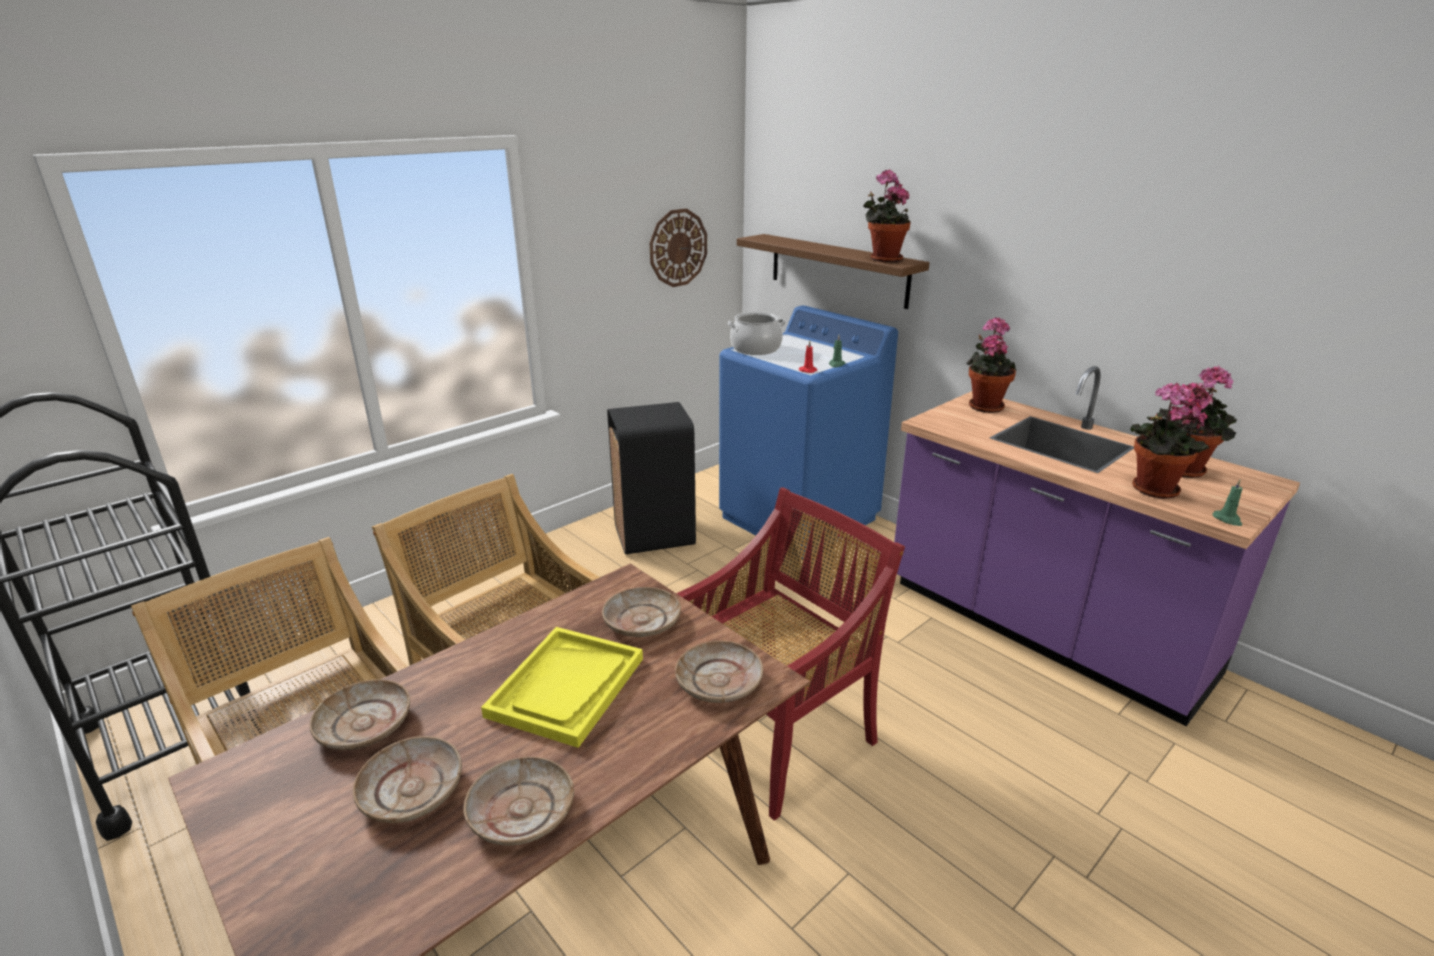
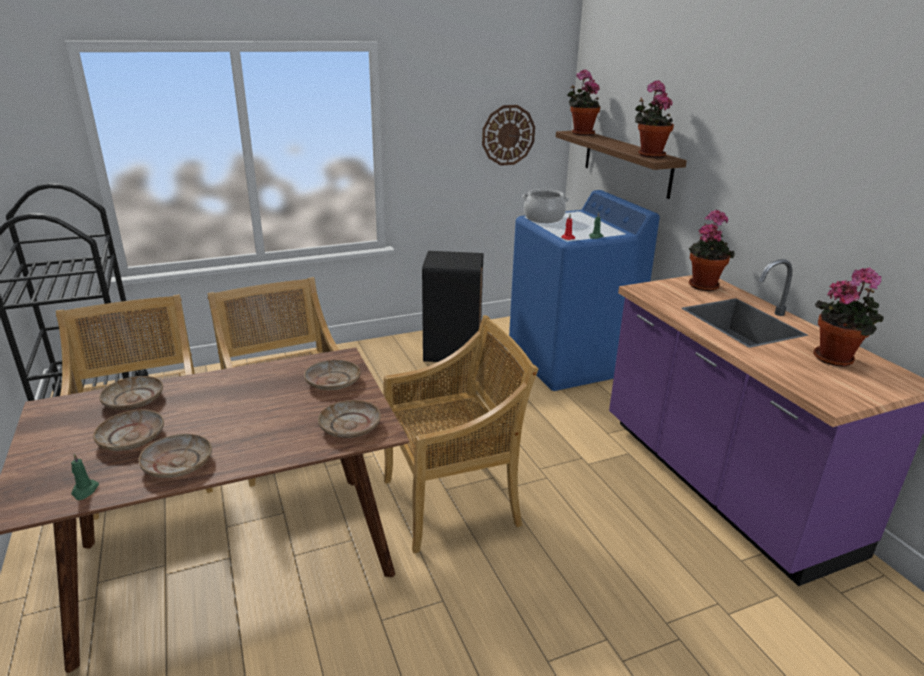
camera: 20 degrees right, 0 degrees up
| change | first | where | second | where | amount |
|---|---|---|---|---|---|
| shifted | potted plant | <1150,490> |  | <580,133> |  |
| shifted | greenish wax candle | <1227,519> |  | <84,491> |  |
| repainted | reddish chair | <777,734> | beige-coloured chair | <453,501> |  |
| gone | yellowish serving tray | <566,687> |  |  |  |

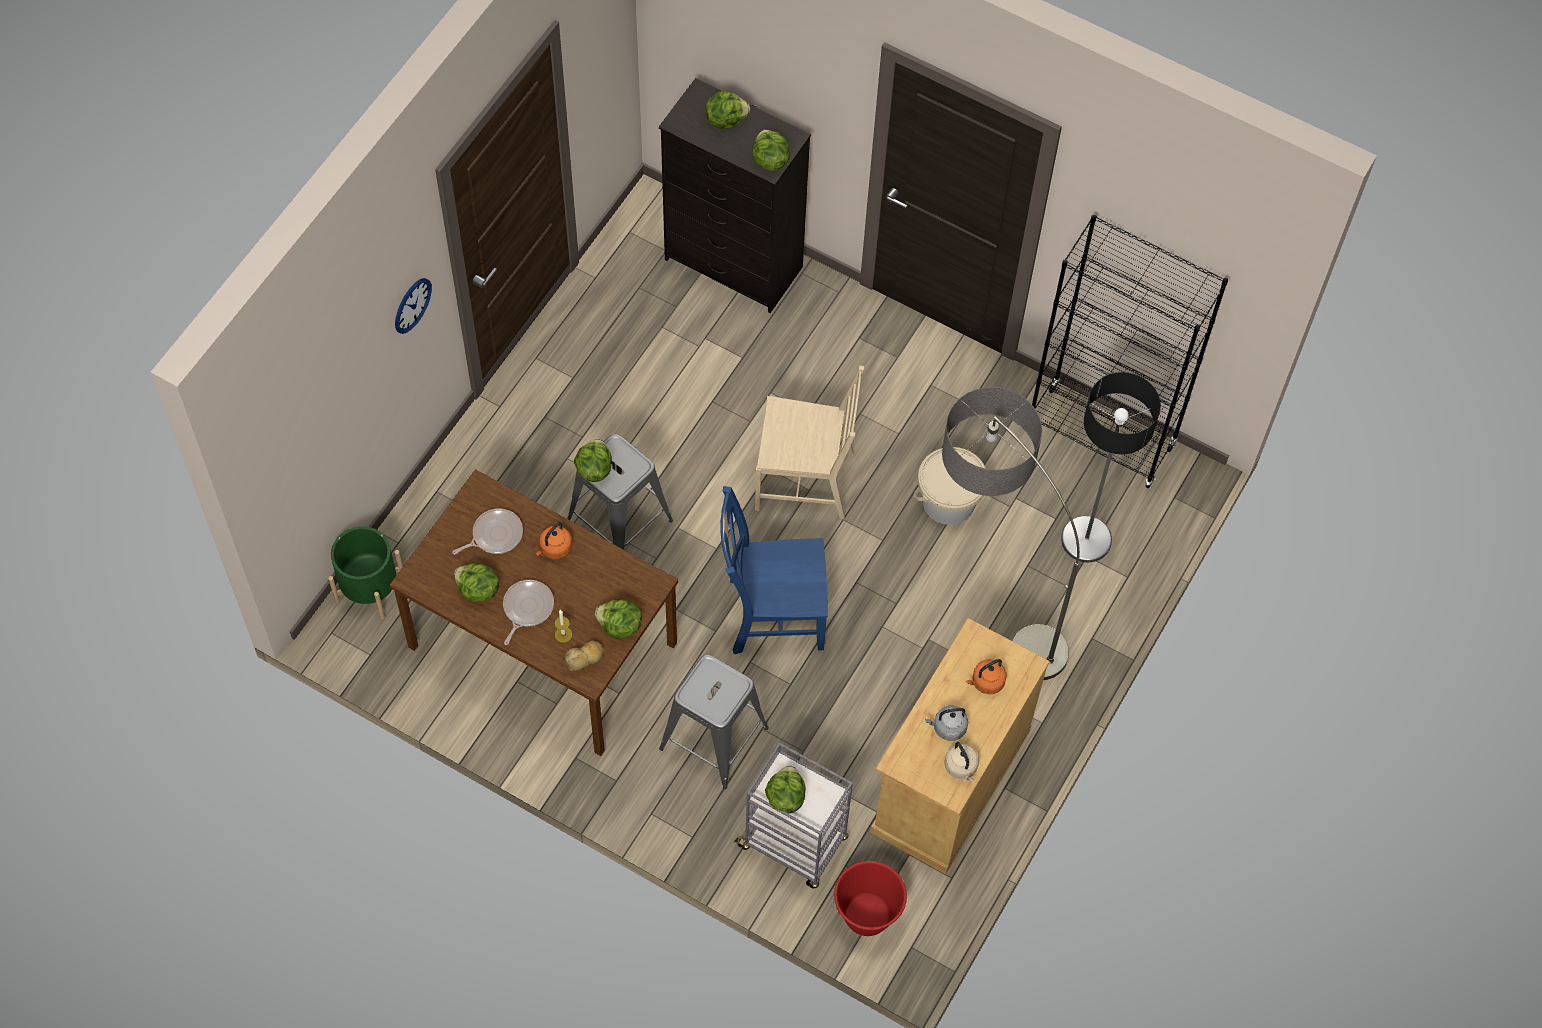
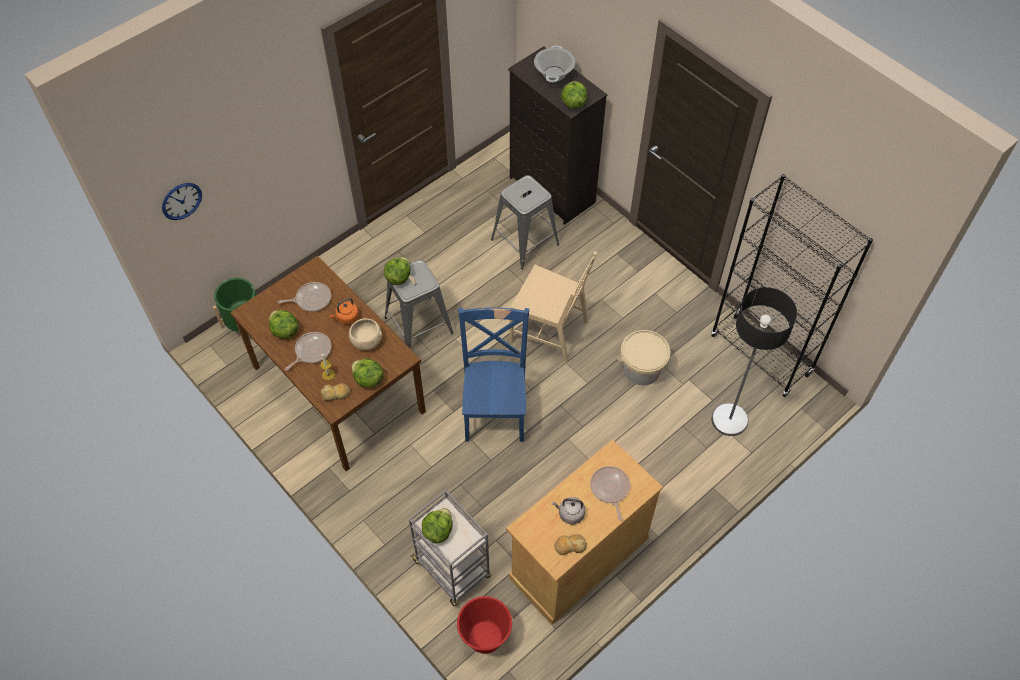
camera: 20 degrees right, 5 degrees down
| change | first | where | second | where | amount |
|---|---|---|---|---|---|
| swapped | lettuce | <726,119> | saucepot | <553,73> |  |
| shifted | hanging clock | <412,305> |  | <181,201> |  |
| gone | standard lamp | <988,606> |  |  |  |
| rotated | blue chair | <771,614> |  | <495,410> | 75 degrees clockwise |
| shifted | greyish stool | <713,737> |  | <525,242> |  |
| swapped | orange-coloured tea kettle | <986,682> | frying pan | <610,489> |  |
| swapped | beige-coloured tea kettle | <961,767> | bakery bread | <569,546> |  |
| new |  |  | beige-coloured serving bowl | <366,341> |  |

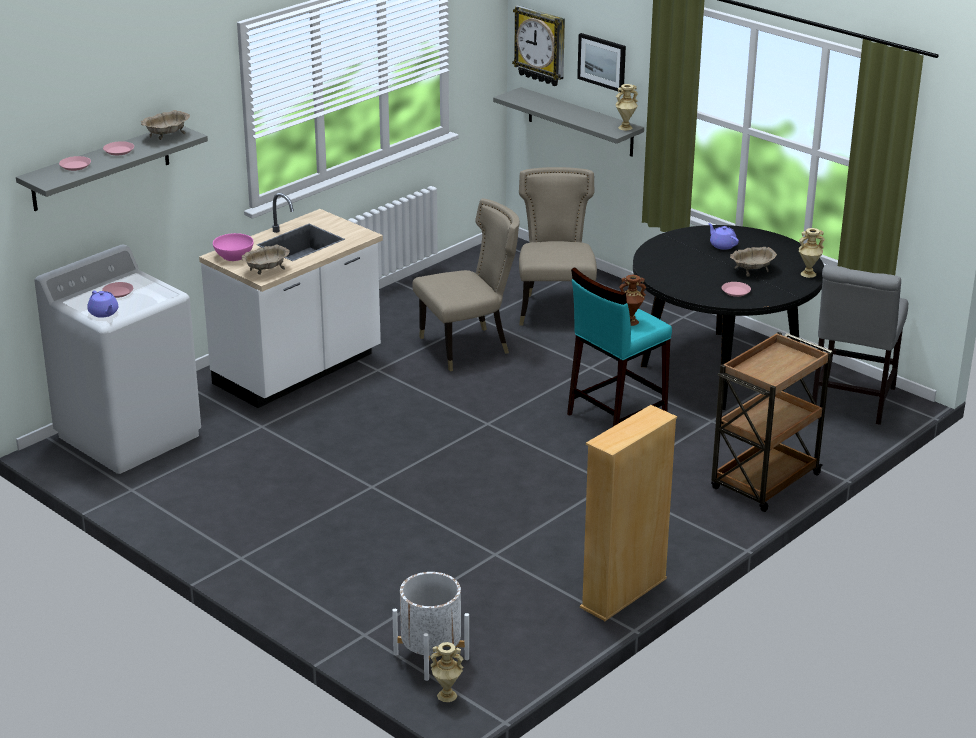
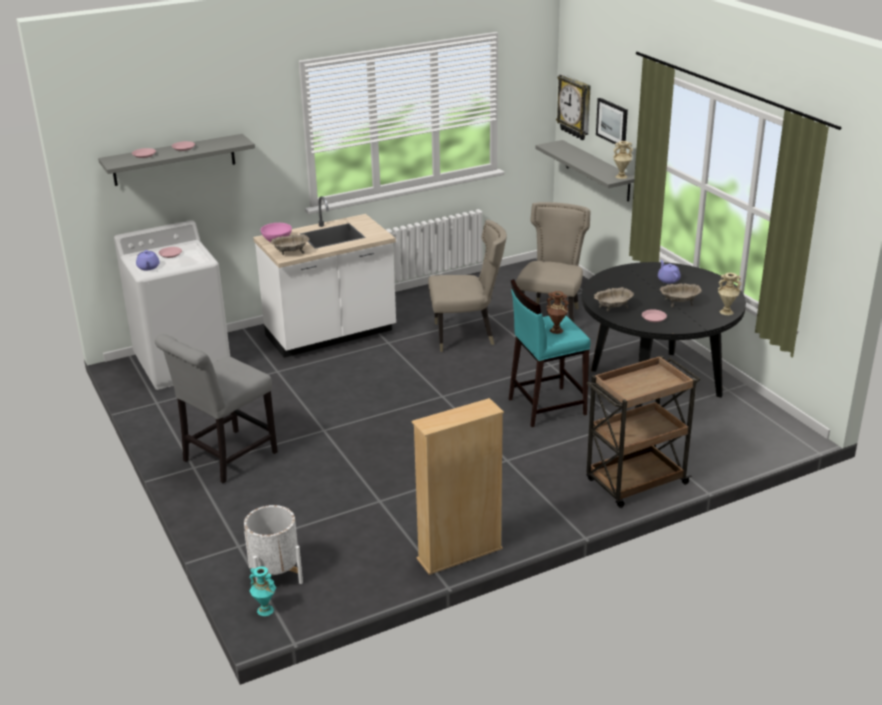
camera: 20 degrees right, 0 degrees up
| change | first | where | second | where | amount |
|---|---|---|---|---|---|
| shifted | beige-coloured serving bowl | <166,136> |  | <612,308> |  |
| shifted | greyish chair | <851,402> |  | <226,459> |  |
| repainted | beige-coloured decorative vase | <446,696> | blue-green decorative vase | <265,610> |  |

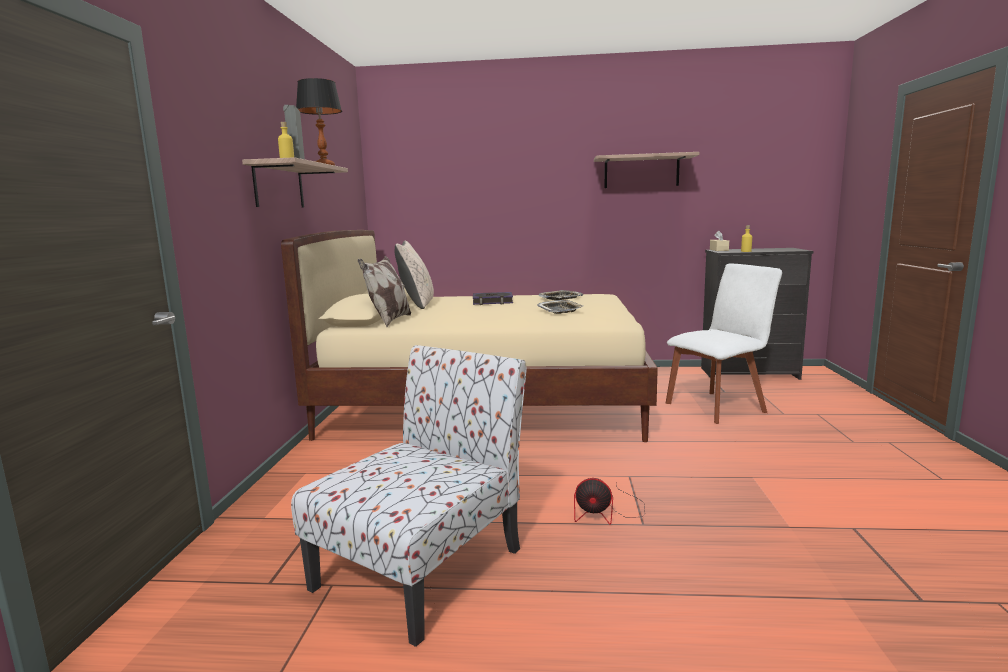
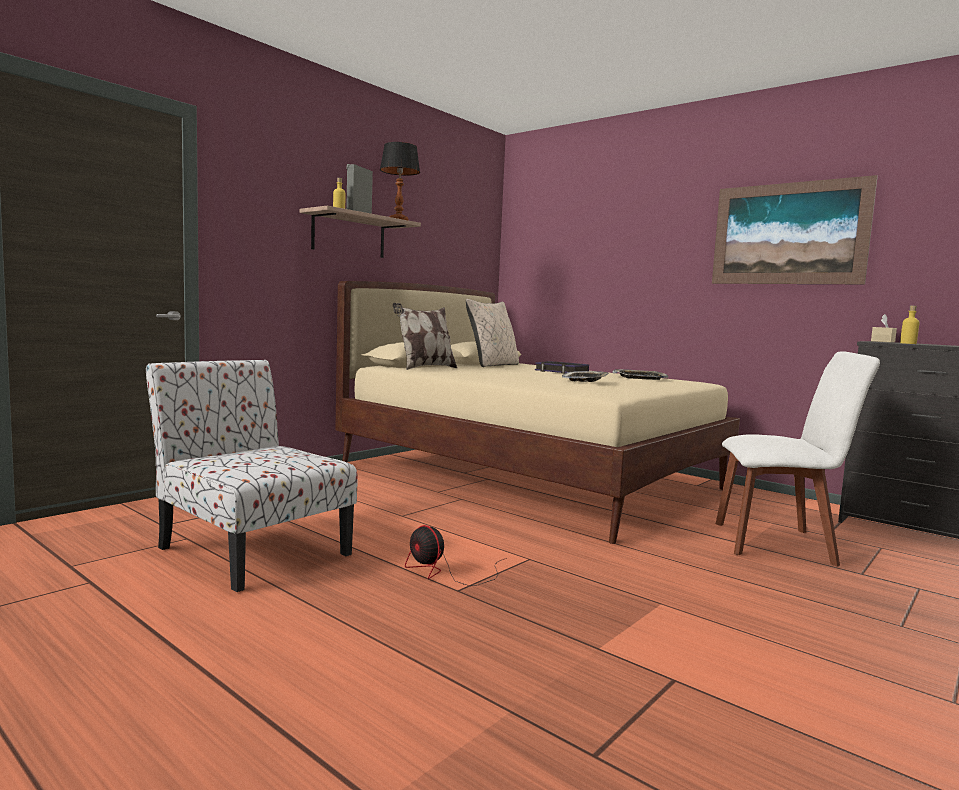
camera: 35 degrees right, 5 degrees down
| change | first | where | second | where | amount |
|---|---|---|---|---|---|
| swapped | shelf | <641,171> | wall picture | <788,234> |  |
| rotated | chair | <423,566> |  | <251,550> | 120 degrees counterclockwise |

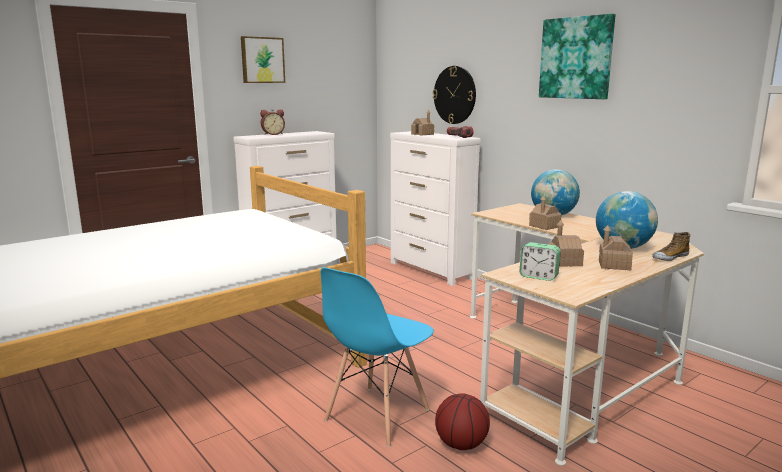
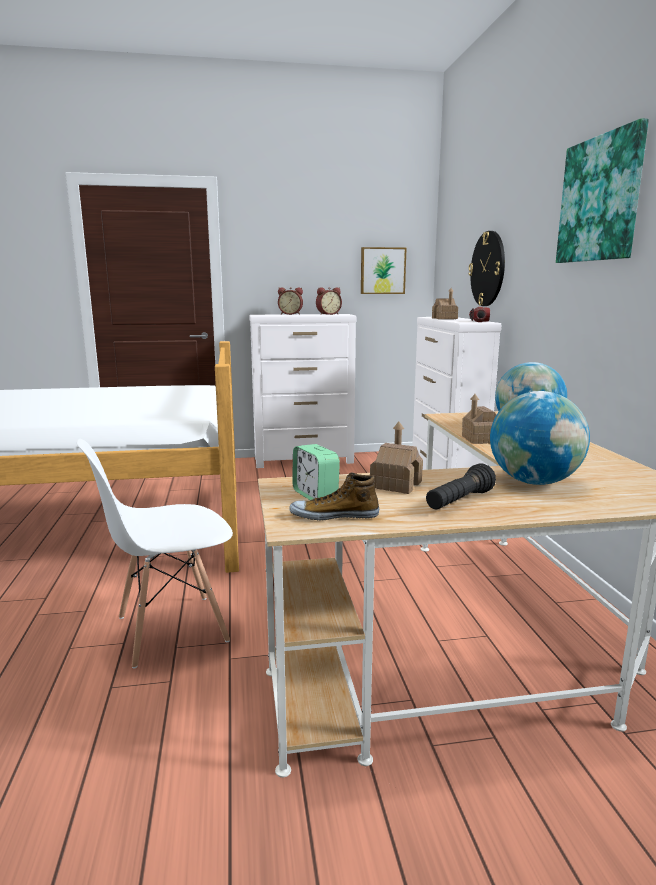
camera: 30 degrees right, 0 degrees up
| change | first | where | second | where | amount |
|---|---|---|---|---|---|
| shifted | wall picture | <262,60> |  | <382,271> |  |
| swapped | miniature house | <614,265> | black torch | <459,502> |  |
| shifted | shoe | <669,257> |  | <334,515> |  |
| repainted | blue chair | <376,415> | white chair | <171,629> |  |
| gone | basketball | <461,445> |  |  |  |
| new |  |  | bedside clock | <328,314> |  |

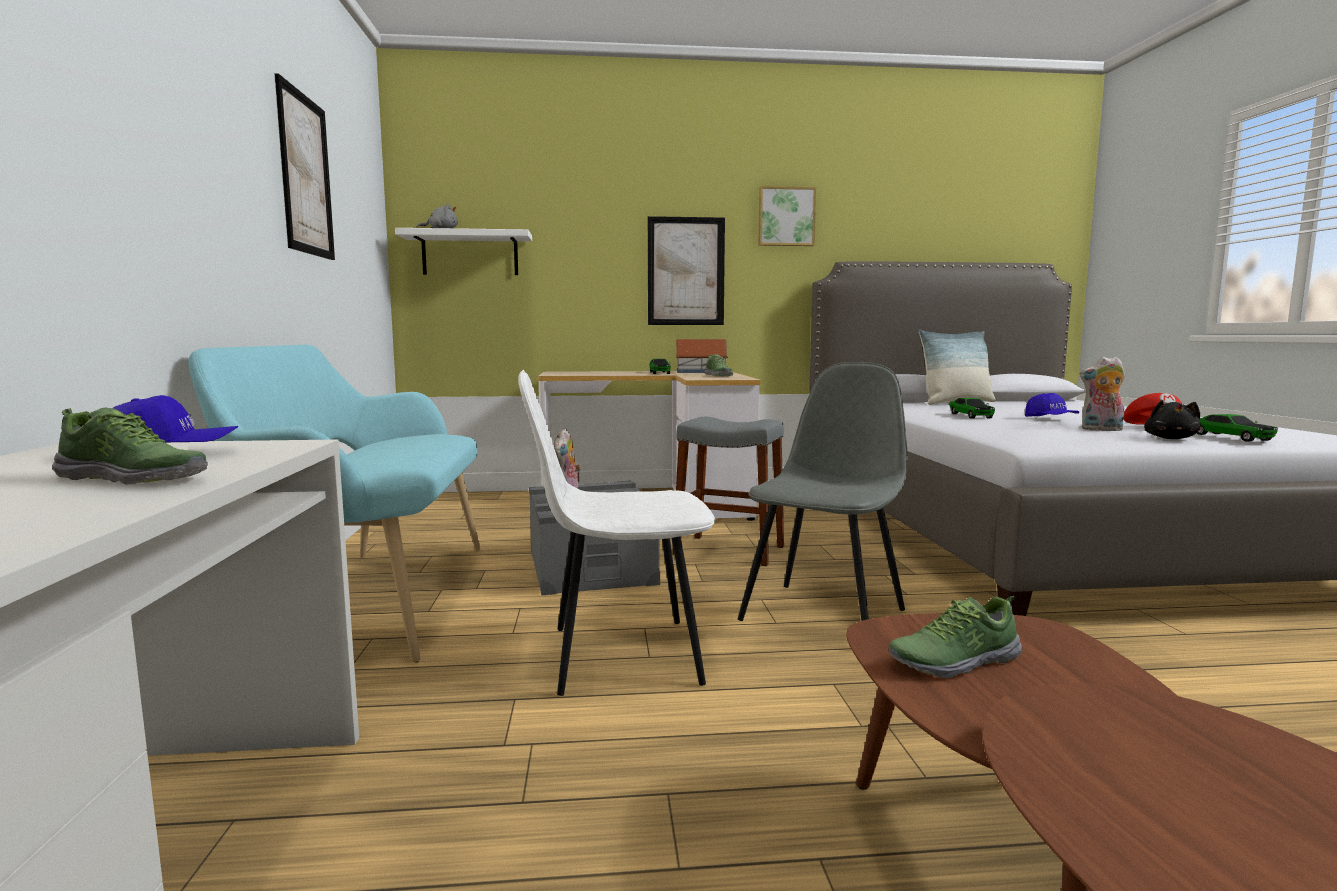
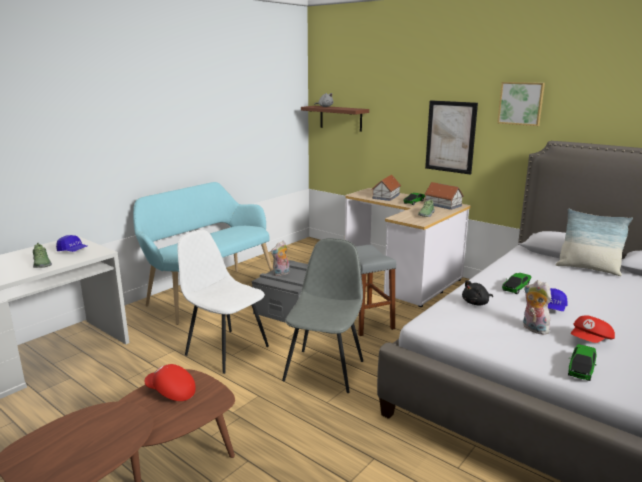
camera: 45 degrees right, 10 degrees up
| change | first | where | second | where | amount |
|---|---|---|---|---|---|
| gone | wall picture | <305,175> |  |  |  |
| repainted | white shelf | <470,254> | brown shelf | <340,118> |  |
| rotated | greyish chair | <825,613> |  | <325,369> | 60 degrees counterclockwise |
| shifted | black plush toy | <1170,438> |  | <476,303> |  |
| swapped | shoe | <953,661> | reddish cap | <171,392> |  |
| new |  |  | miniature house | <386,196> |  |

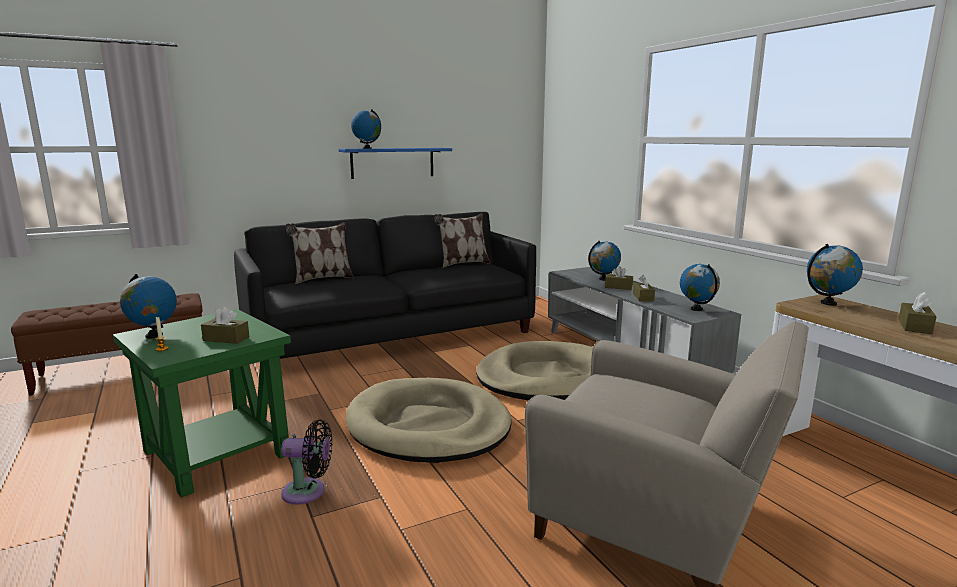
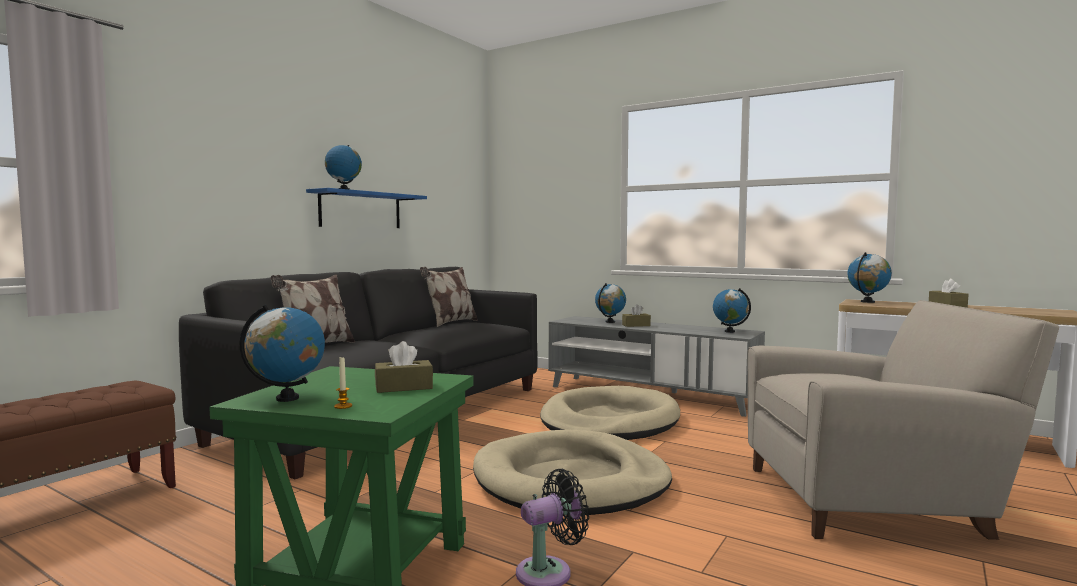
camera: 30 degrees left, 10 degrees down
| change | first | where | second | where | amount |
|---|---|---|---|---|---|
| gone | brown box of tissues | <643,297> |  |  |  |

